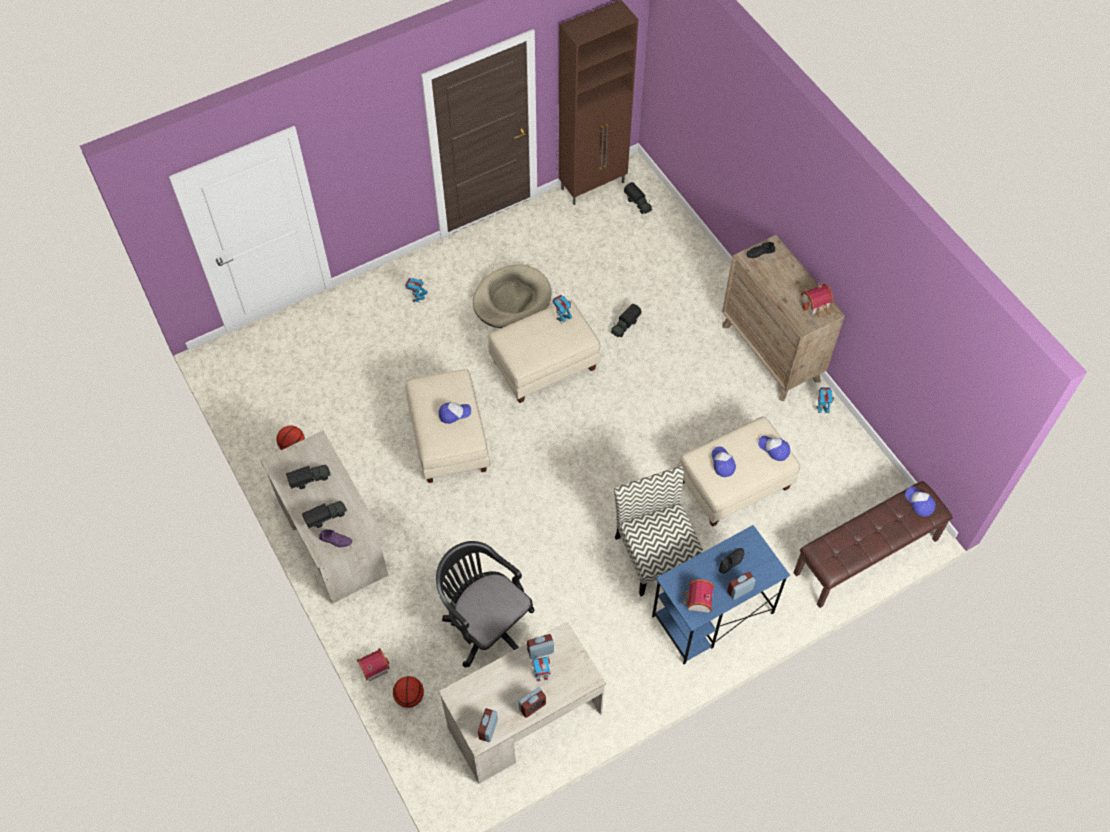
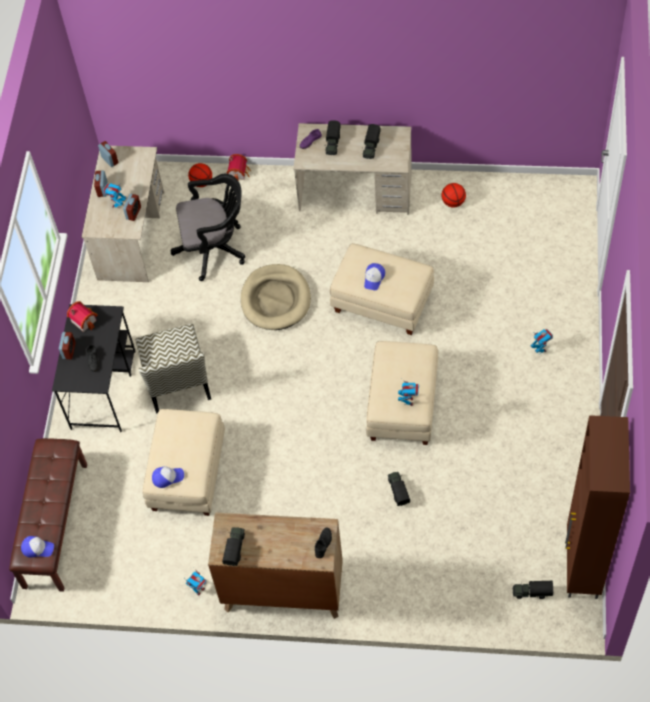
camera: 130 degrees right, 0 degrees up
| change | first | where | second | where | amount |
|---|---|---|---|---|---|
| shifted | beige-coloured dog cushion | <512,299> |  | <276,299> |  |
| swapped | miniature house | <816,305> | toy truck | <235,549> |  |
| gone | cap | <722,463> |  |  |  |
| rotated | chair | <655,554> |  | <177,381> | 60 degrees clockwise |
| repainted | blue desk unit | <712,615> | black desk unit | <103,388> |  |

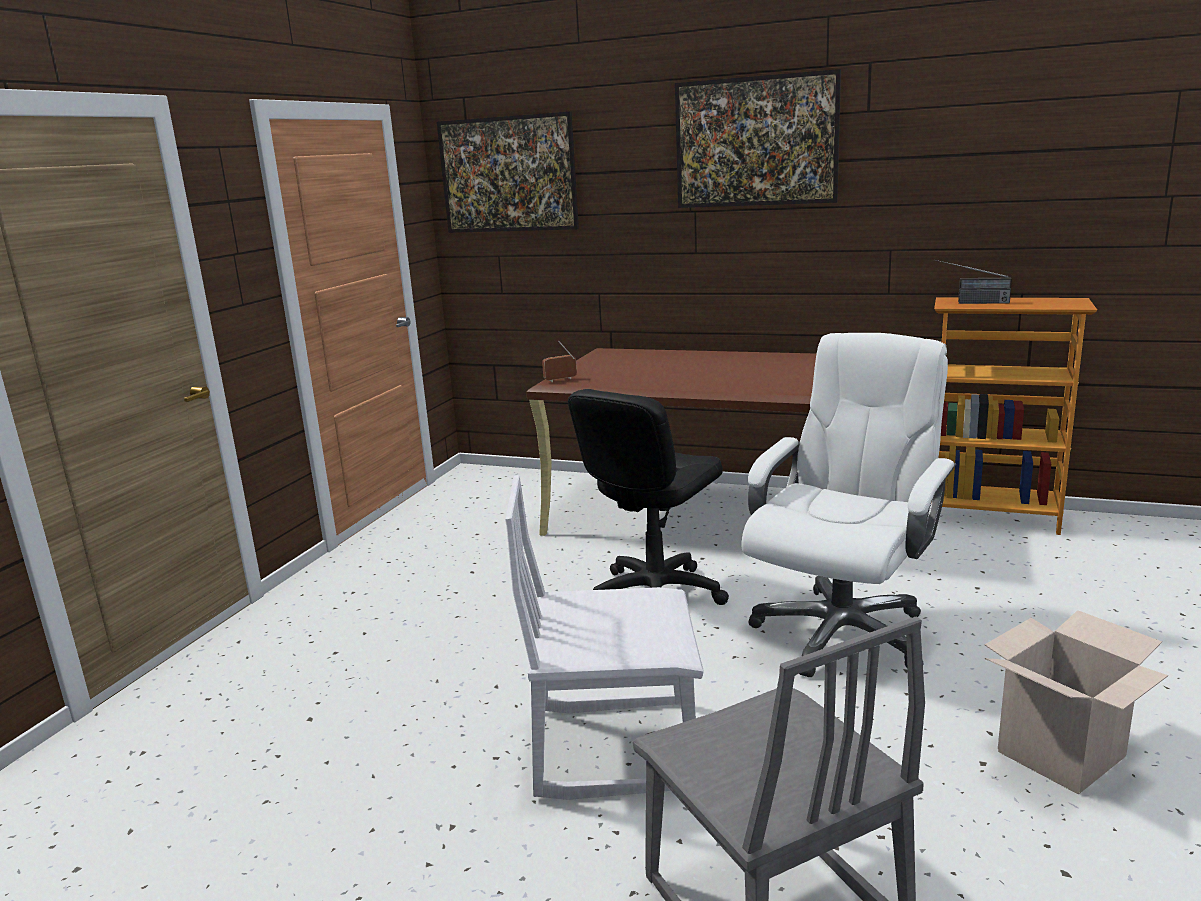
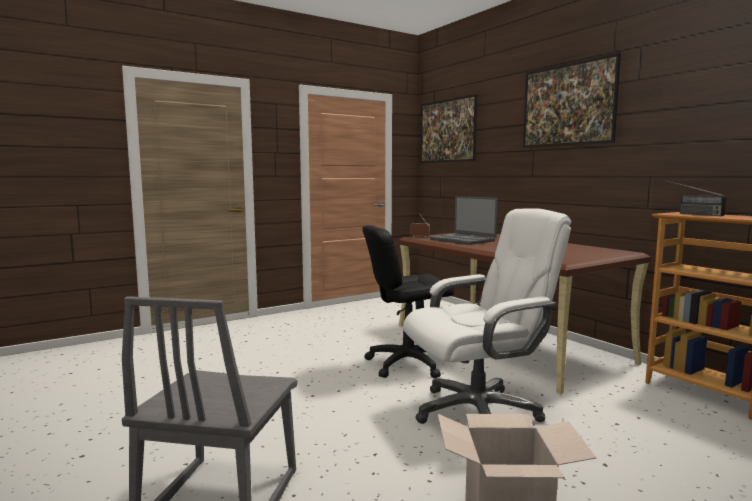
camera: 35 degrees right, 10 degrees down
| change | first | where | second | where | amount |
|---|---|---|---|---|---|
| gone | white chair | <613,746> |  |  |  |
| new |  |  | laptop | <463,240> |  |

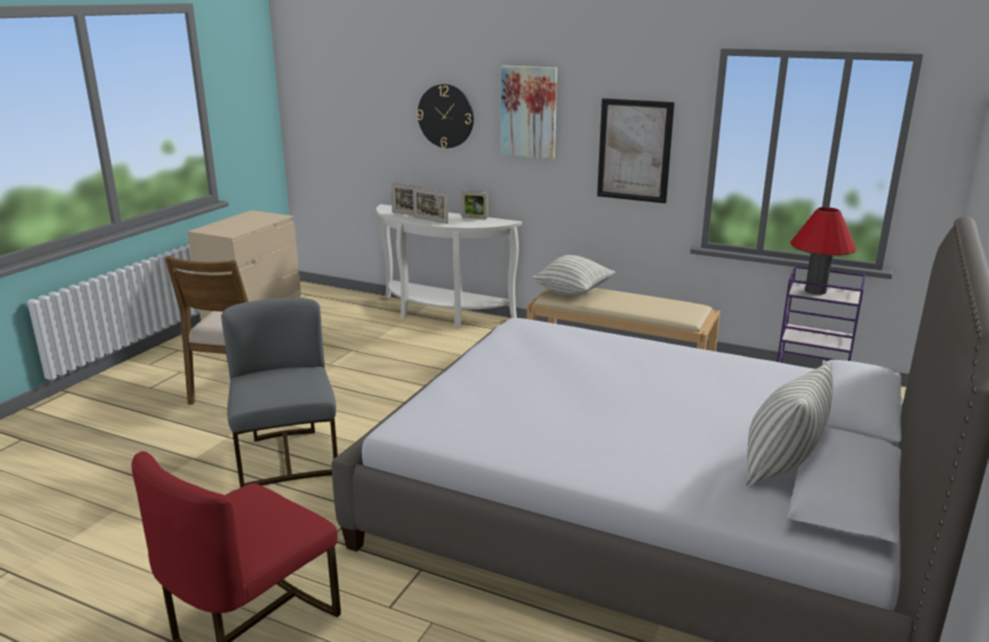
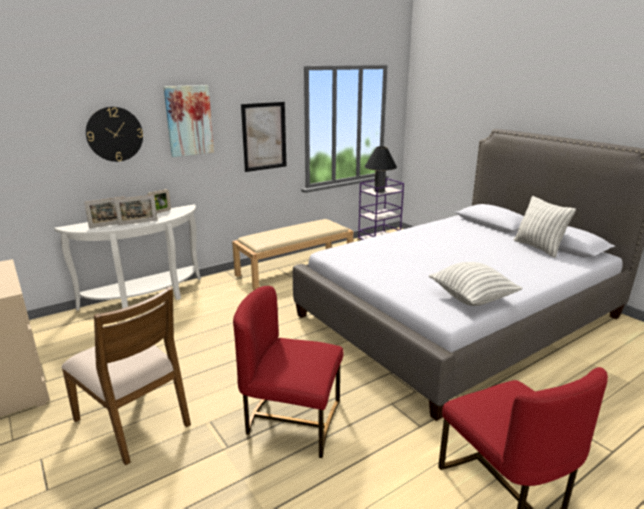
camera: 60 degrees left, 0 degrees up
| change | first | where | second | where | amount |
|---|---|---|---|---|---|
| repainted | reddish lamp for a table | <815,291> | black lamp for a table | <379,191> |  |
| shifted | pillow | <572,292> |  | <472,298> |  |
| repainted | greyish chair | <288,457> | reddish chair | <292,421> |  |

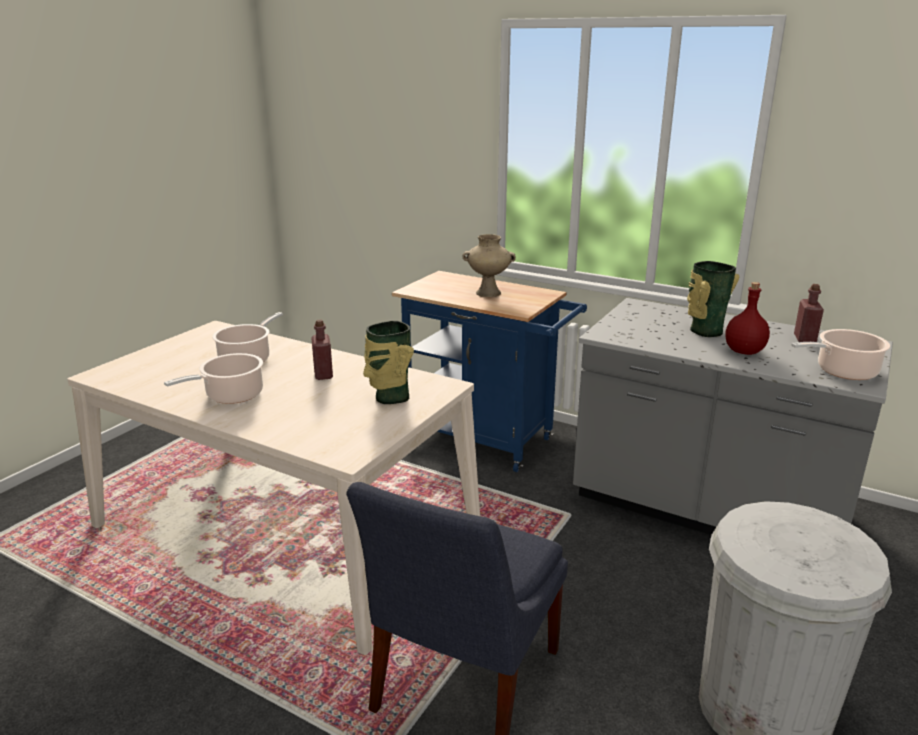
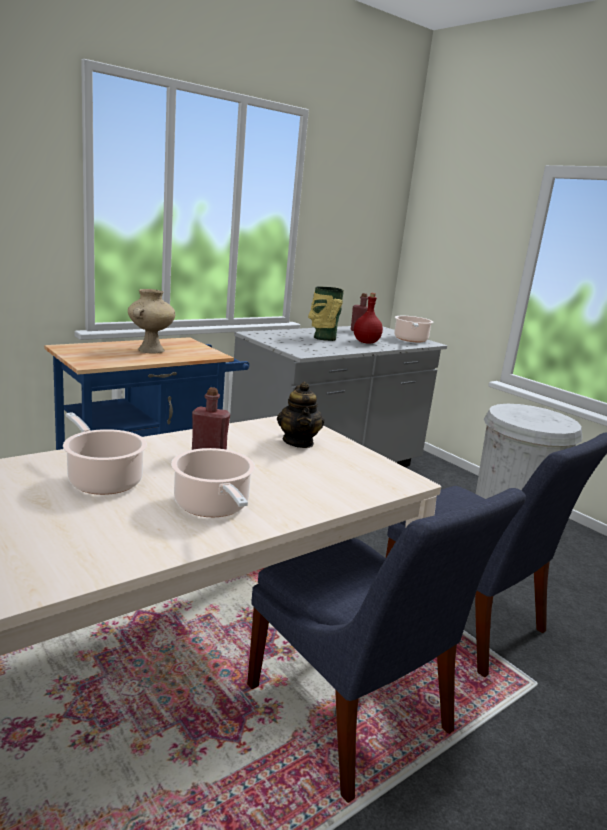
camera: 70 degrees left, 5 degrees down
| change | first | where | second | where | amount |
|---|---|---|---|---|---|
| swapped | decorative vase | <390,397> | pot for tea | <298,442> |  |
| new |  |  | blue chair | <353,715> |  |

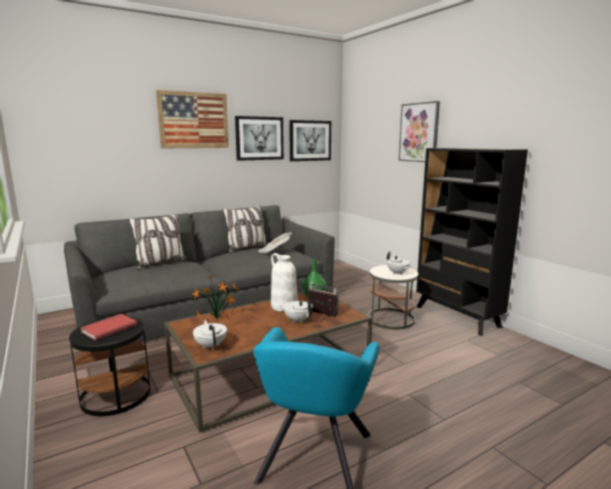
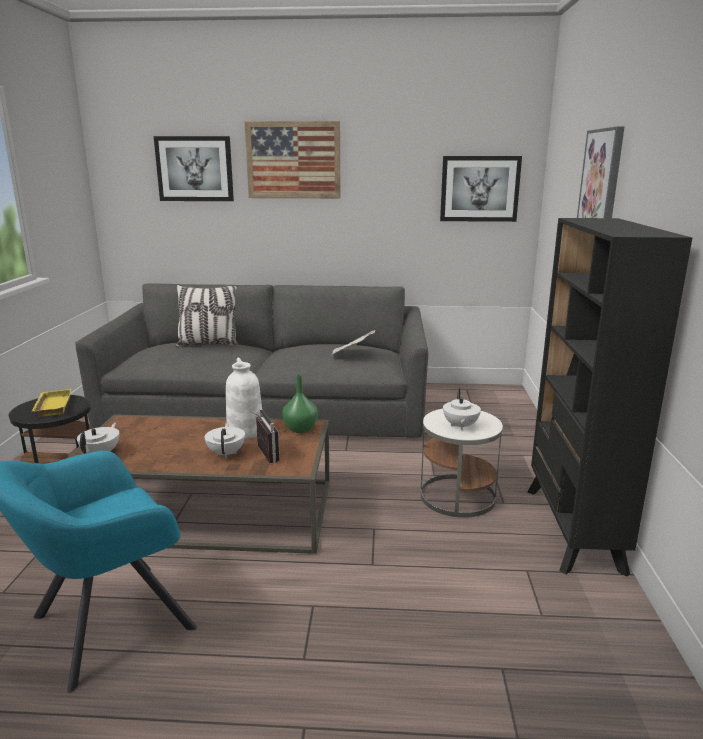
camera: 35 degrees right, 5 degrees up
| change | first | where | second | where | amount |
|---|---|---|---|---|---|
| shifted | wall picture | <259,138> |  | <194,169> |  |
| gone | pillow | <246,248> |  |  |  |
| gone | potted plant | <218,319> |  |  |  |
| swapped | reddish volume | <108,328> | yellowish serving tray | <51,406> |  |

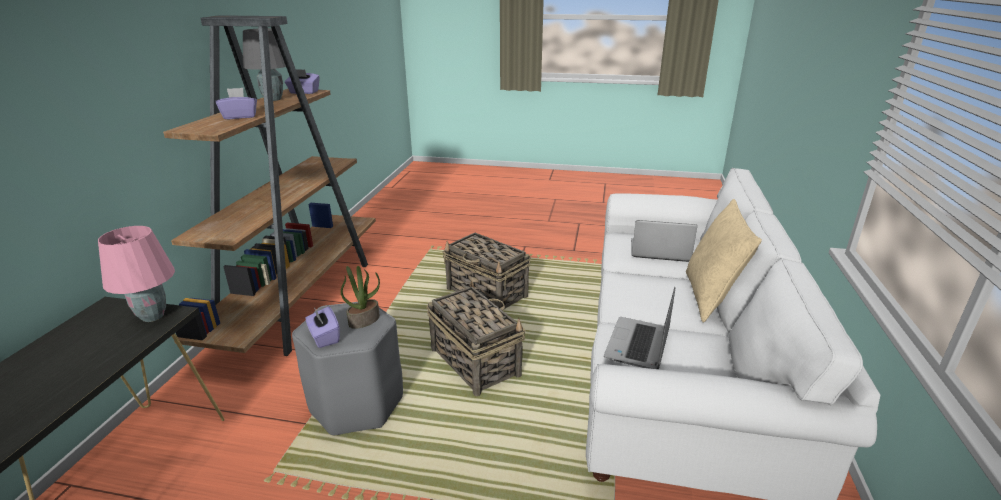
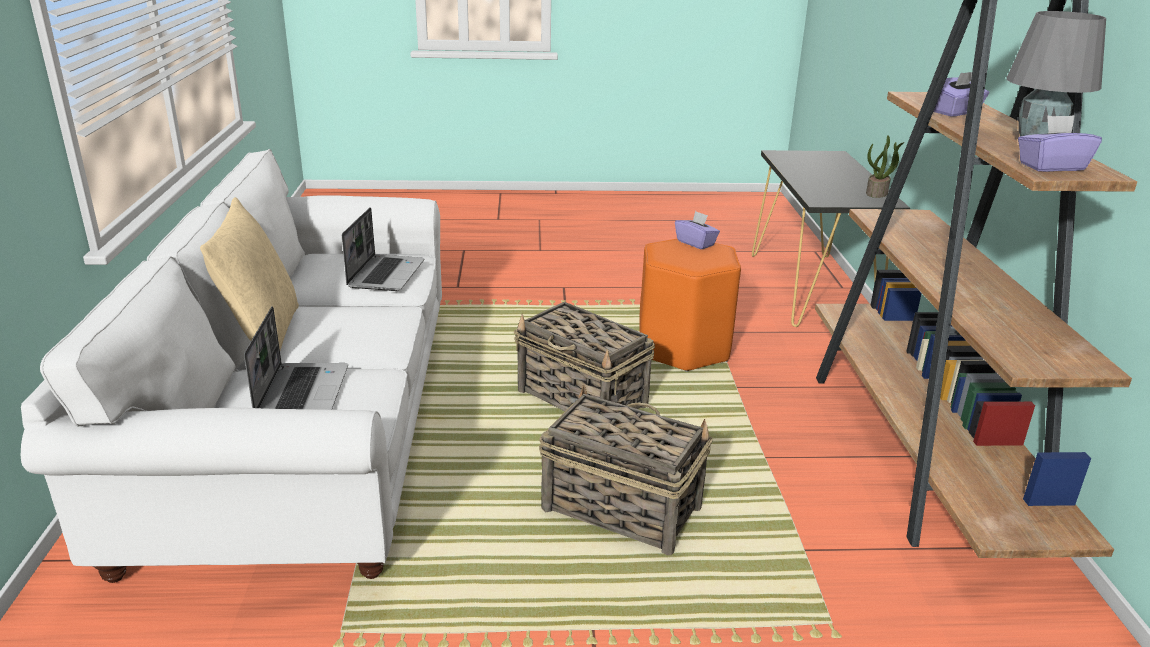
camera: 165 degrees right, 0 degrees up
| change | first | where | second | where | amount |
|---|---|---|---|---|---|
| rotated | laptop | <659,252> |  | <301,392> | 90 degrees counterclockwise |
| gone | pink-coloured lamp for a table | <153,316> |  |  |  |
| shifted | potted plant | <364,320> |  | <877,193> |  |
| repainted | greyish stool | <356,404> | orange-coloured stool | <683,348> |  |

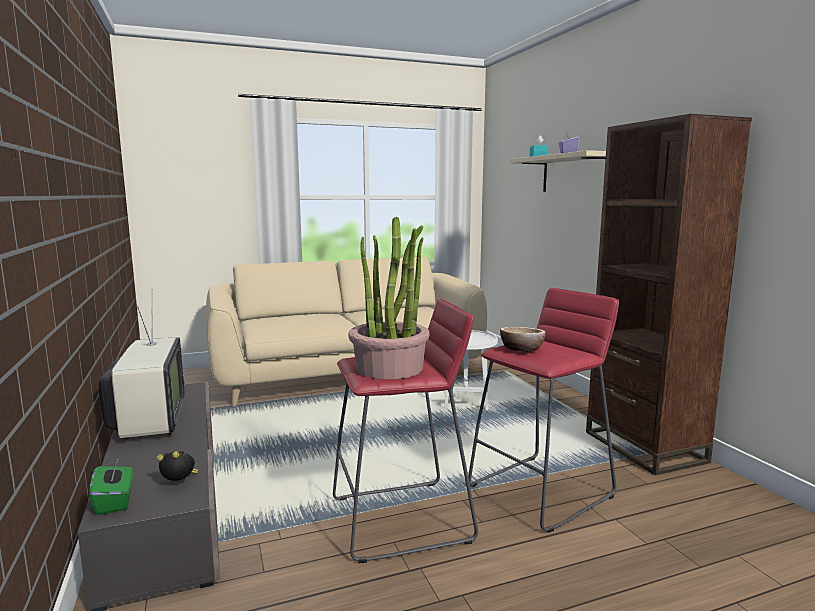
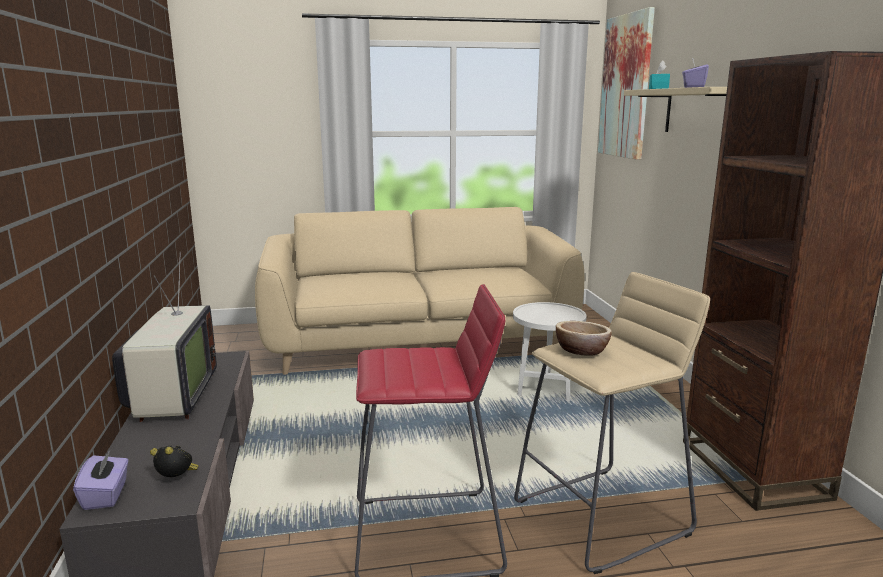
camera: 10 degrees right, 5 degrees up
| change | first | where | second | where | amount |
|---|---|---|---|---|---|
| gone | potted plant | <390,368> |  |  |  |
| repainted | reddish stool | <541,491> | beige-coloured stool | <603,517> |  |
| repainted | greenish box of tissues | <115,502> | purple box of tissues | <106,495> |  |
| new |  |  | wall picture | <625,86> |  |

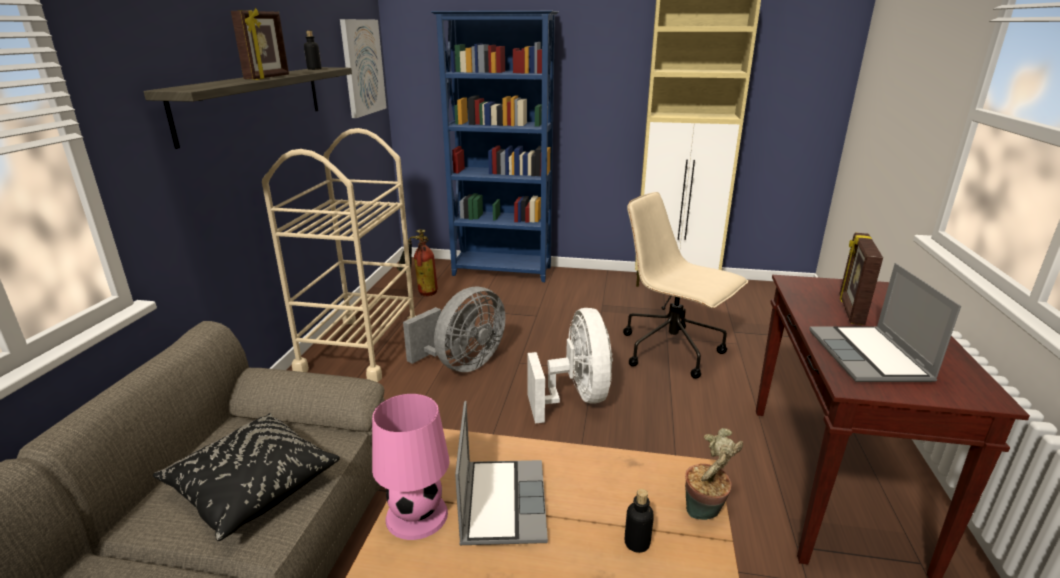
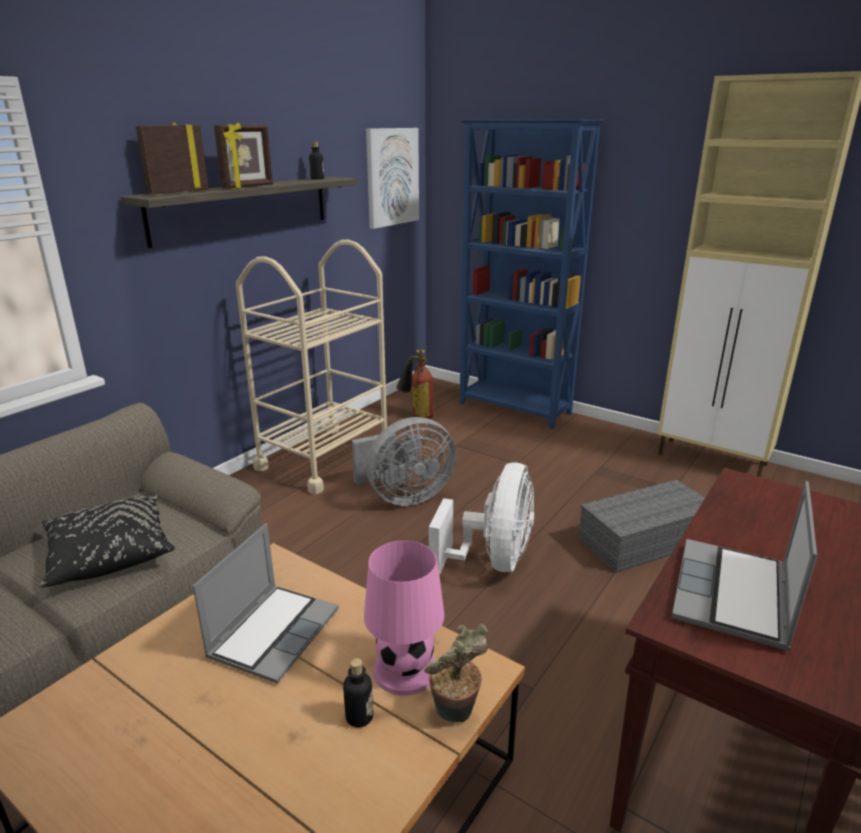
camera: 25 degrees right, 0 degrees up
| change | first | where | second | where | amount |
|---|---|---|---|---|---|
| swapped | beige-coloured desk chair | <673,351> | greyish storage box | <645,539> |  |
| shifted | picture frame | <850,310> |  | <178,192> |  |
| shifted | pink-coloured lamp for a table | <415,515> |  | <404,669> |  |

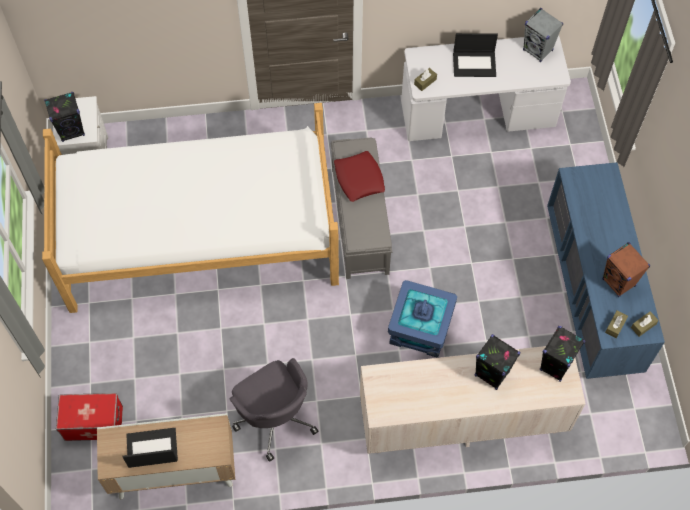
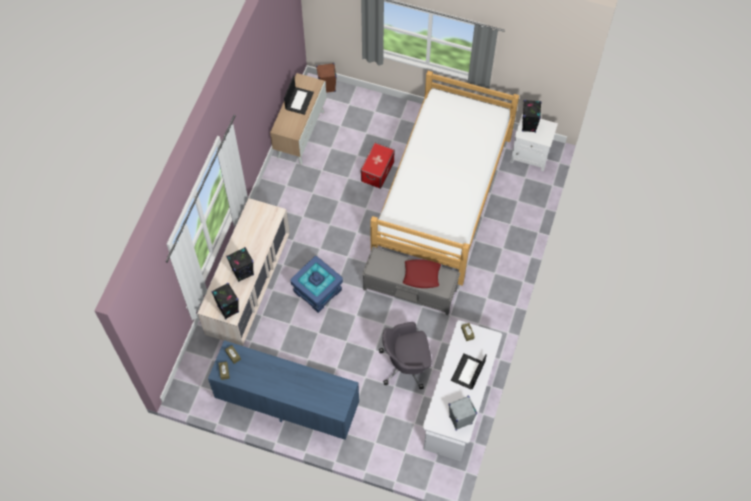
camera: 115 degrees right, 0 degrees up
| change | first | where | second | where | amount |
|---|---|---|---|---|---|
| shifted | brown audio speaker | <618,282> |  | <327,87> |  |
| shifted | greyish desk chair | <275,417> |  | <406,365> |  |
| shifted | storage box | <94,423> |  | <377,171> |  |

